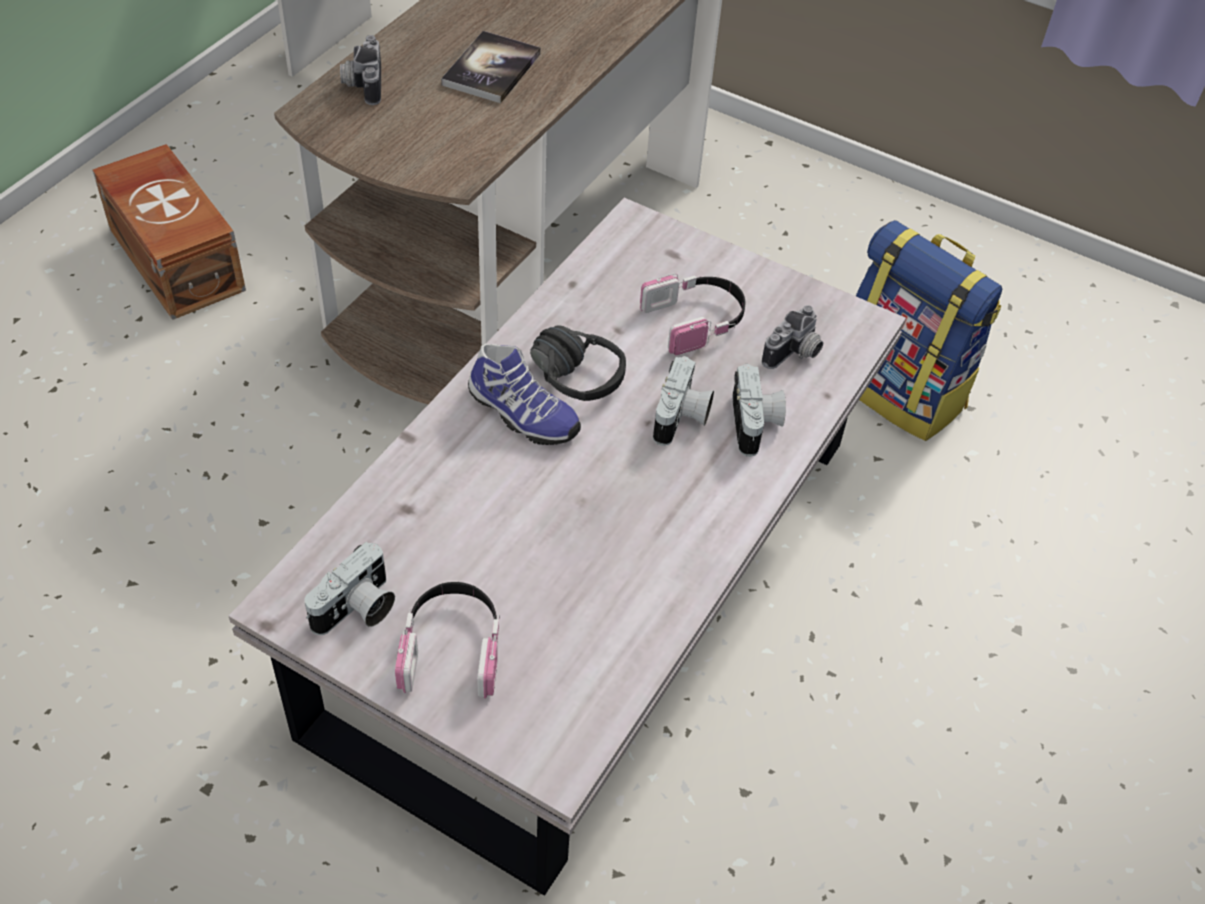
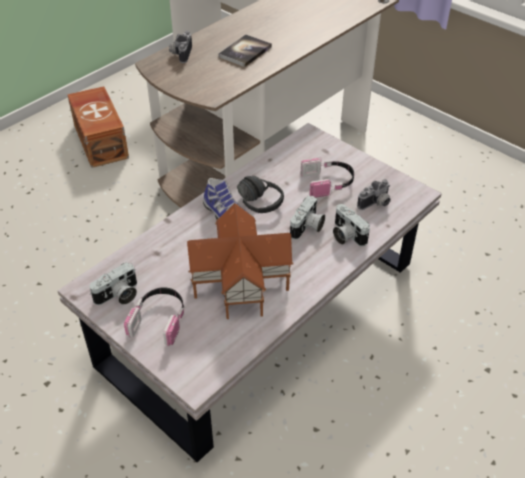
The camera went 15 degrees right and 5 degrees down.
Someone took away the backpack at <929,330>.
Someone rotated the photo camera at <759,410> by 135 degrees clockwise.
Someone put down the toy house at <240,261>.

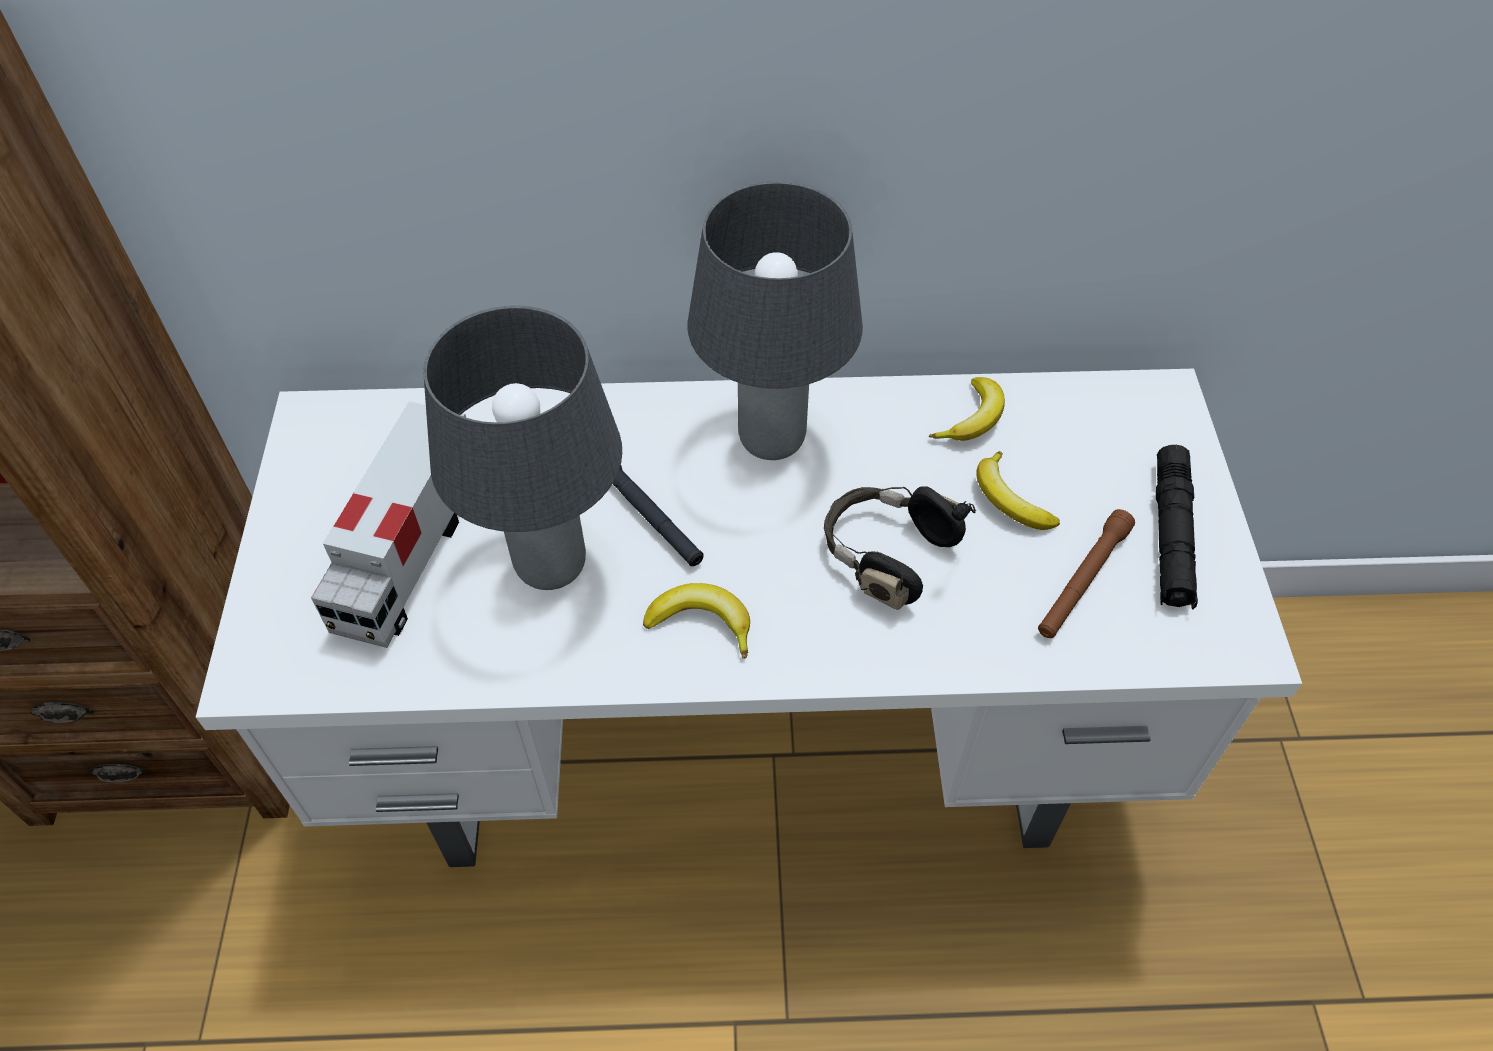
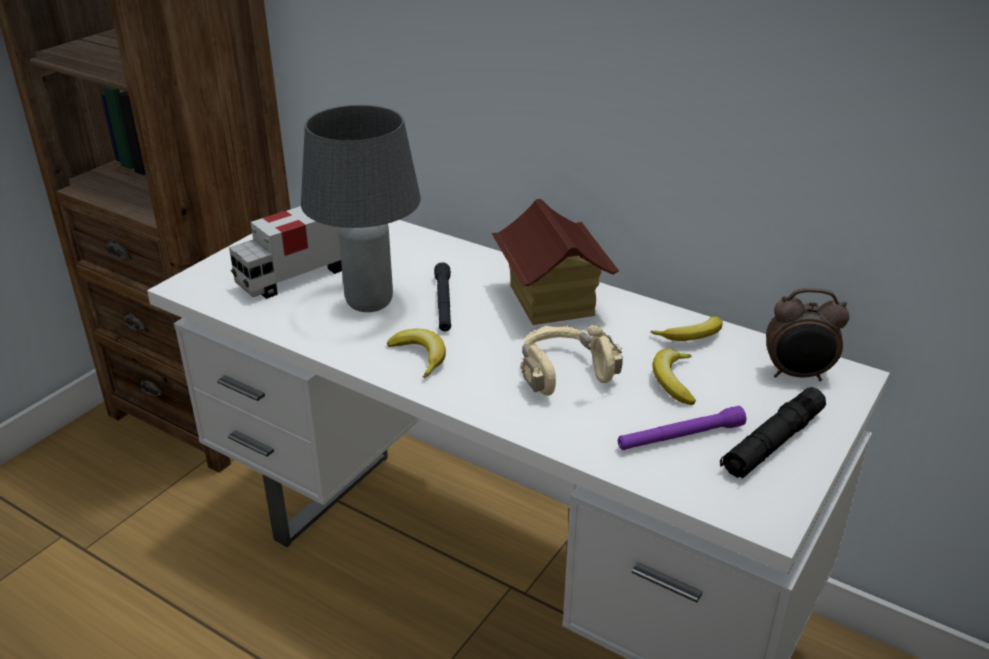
The camera went 35 degrees right and 20 degrees down.
Someone swapped the grey table lamp at <775,320> for the toy house at <555,262>.
Someone repainted the black headphones at <900,548>, which became the beige headphones at <571,360>.
Someone repainted the brown flashlight at <1086,573>, which became the purple flashlight at <682,428>.
Someone put down the alarm clock at <807,334>.

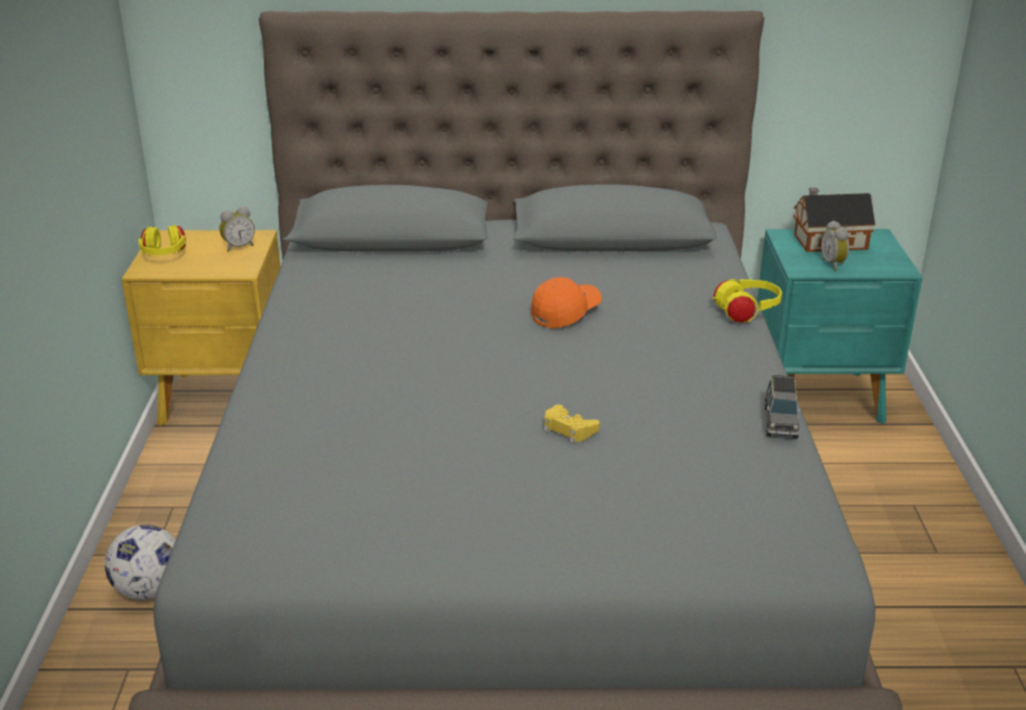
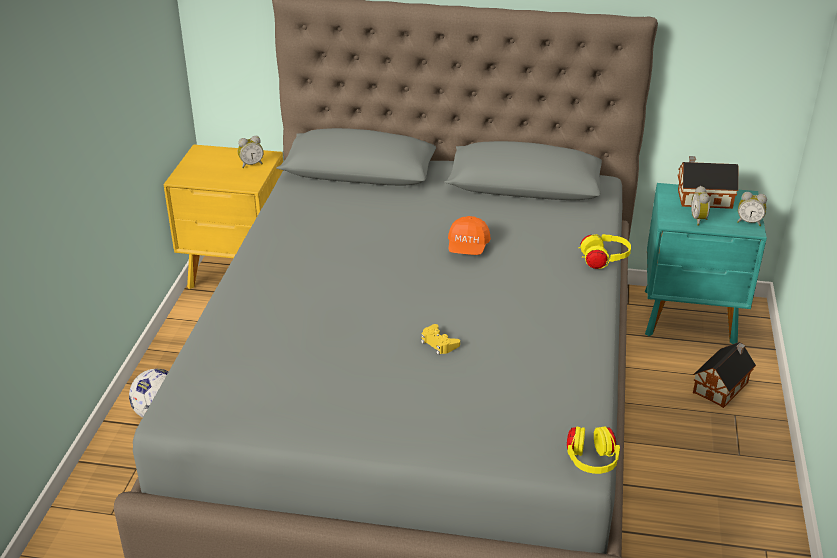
The camera went 10 degrees right and 5 degrees up.
Someone carried the yellow headphones from <162,240> to <593,450>.
Someone rotated the orange cap at <566,303> by 135 degrees clockwise.
Someone took away the grey toy car at <783,407>.
Someone put down the alarm clock at <752,209>.
Someone put down the toy house at <724,375>.

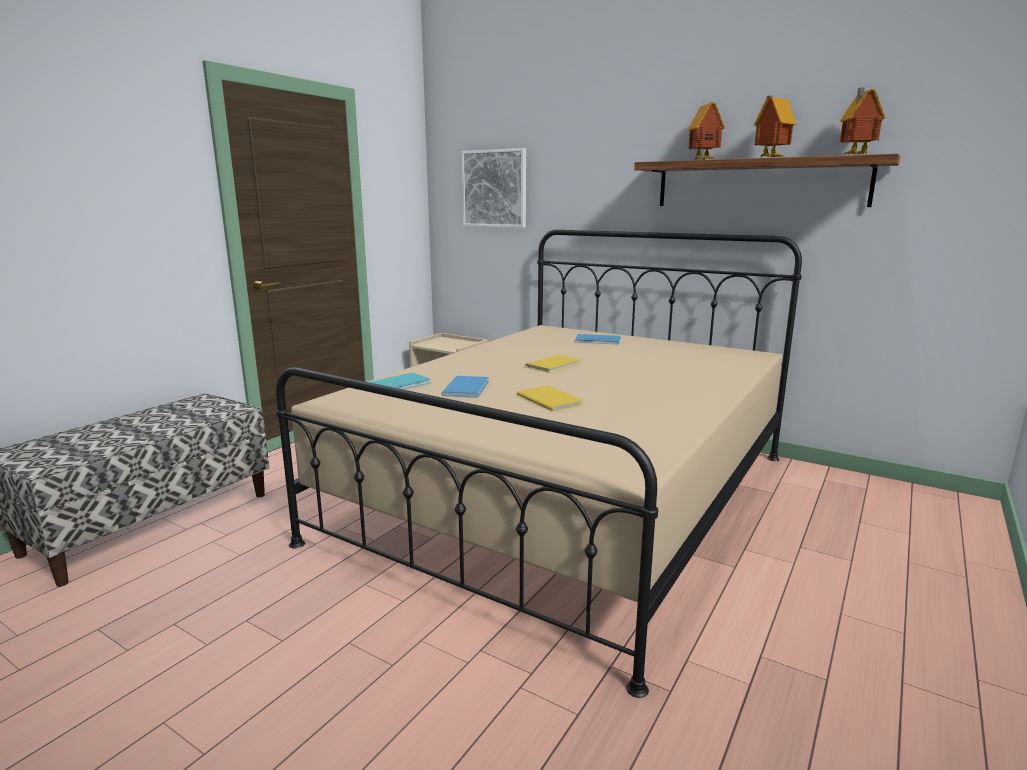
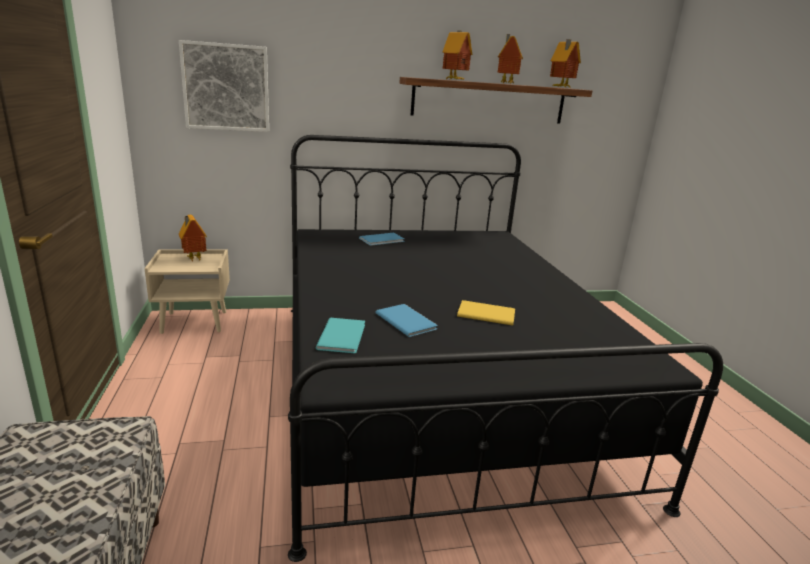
The camera went 45 degrees left and 5 degrees up.
Someone repainted the beige bed at <539,464>, which became the black bed at <505,348>.
Someone took away the yellow book at <553,364>.
Someone put down the toy house at <193,238>.

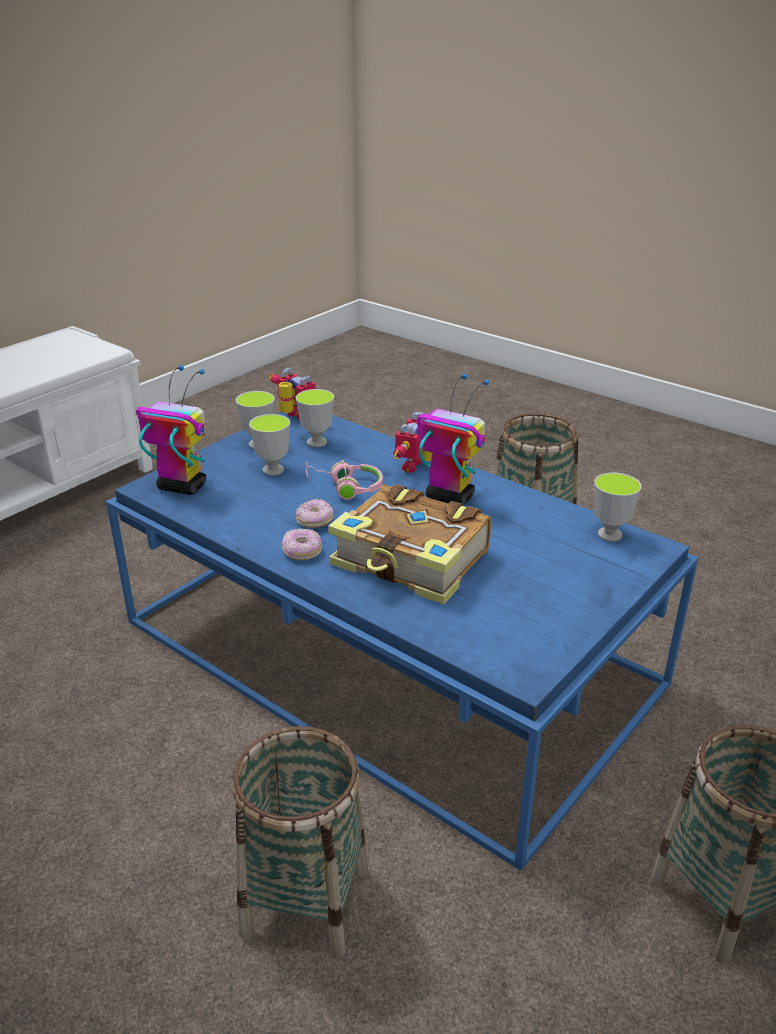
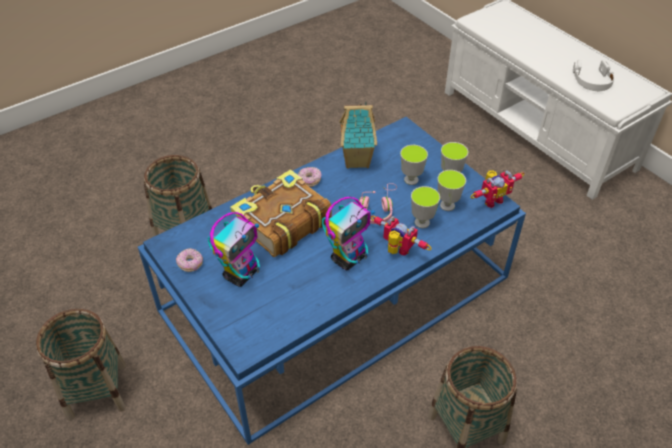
The camera went 105 degrees right and 15 degrees up.
Someone carried the toy robot from <171,430> to <234,249>.
Someone carried the cup from <618,507> to <425,207>.
Someone carried the donut from <315,513> to <189,260>.
Someone put down the white headphones at <594,75>.
Someone put down the toy house at <358,135>.

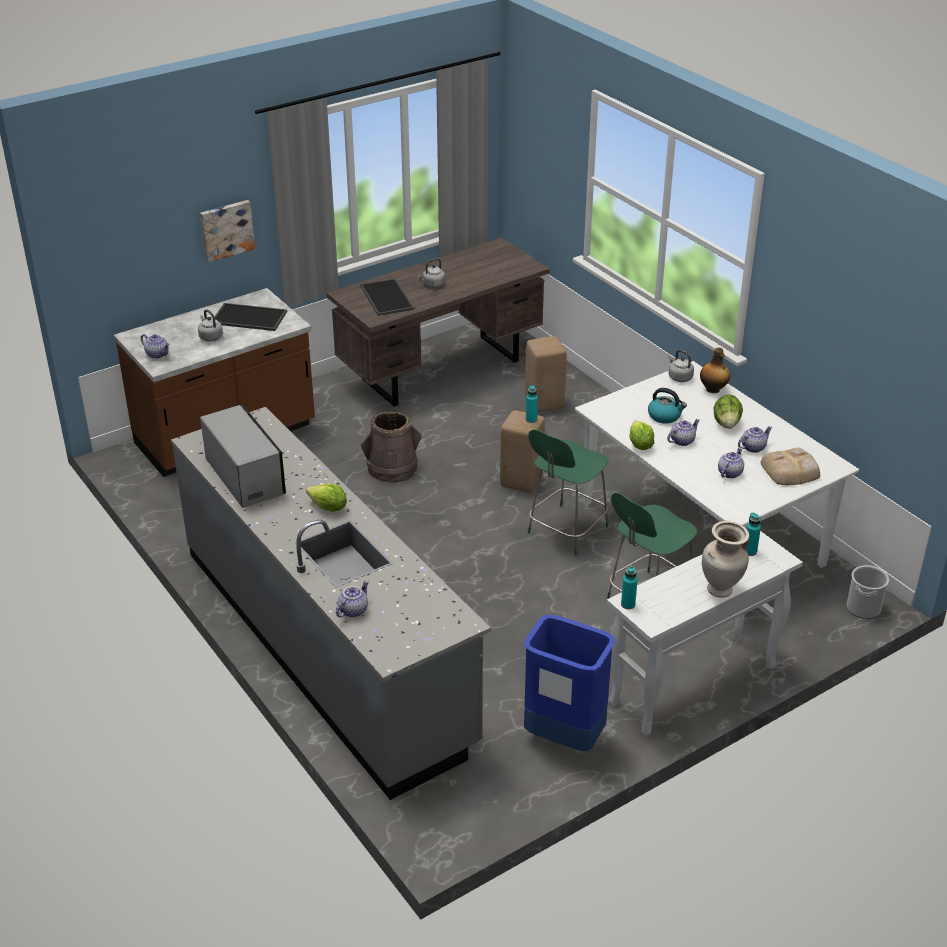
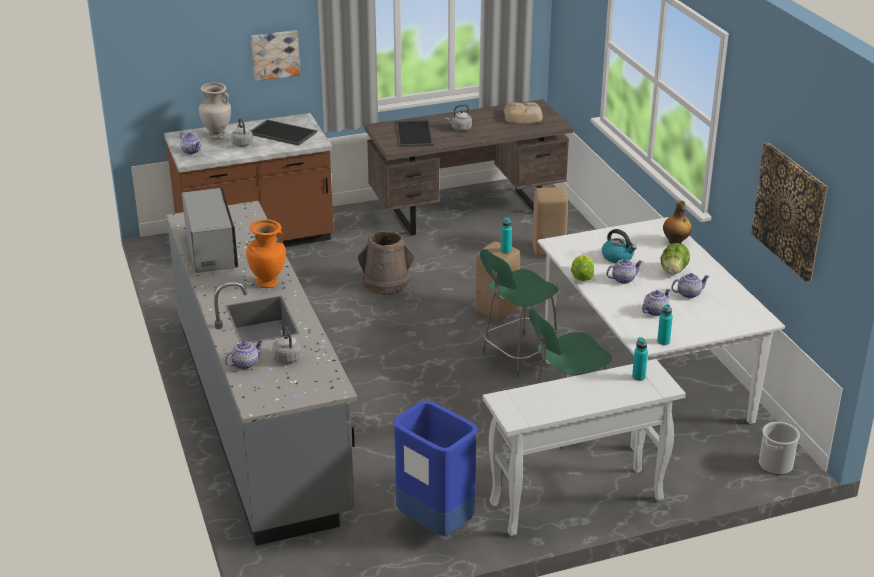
The camera went 15 degrees right and 5 degrees down.
Someone carried the grey kettle from <681,366> to <287,345>.
Someone carried the bread from <790,466> to <523,113>.
Someone swapped the lettuce at <326,497> for the orange vase at <266,253>.
Someone carried the beige vase from <725,559> to <215,111>.
Someone carried the turquoise bottle from <629,587> to <665,324>.
Someone put up the picture at <789,212>.

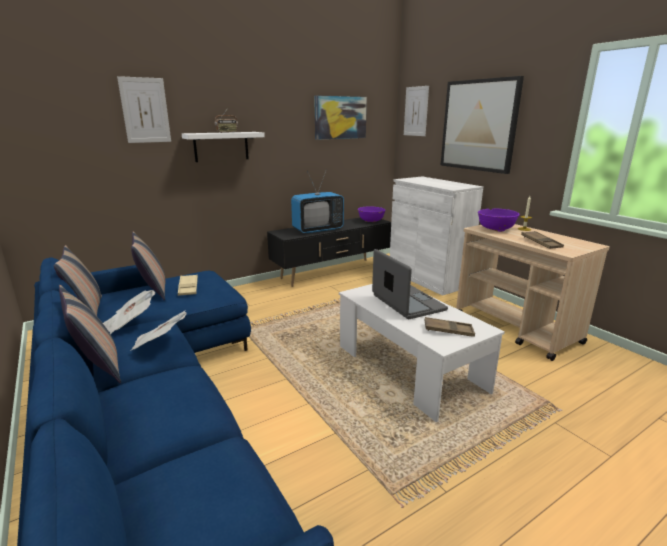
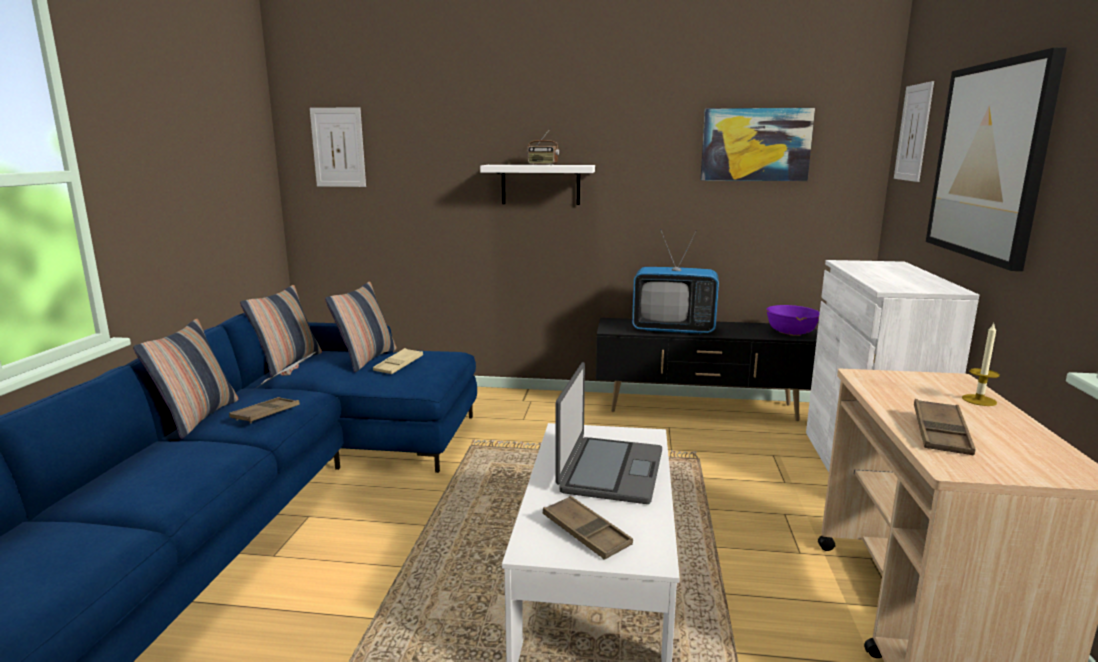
The camera went 40 degrees right and 5 degrees down.
Someone carried the picture from <144,109> to <338,147>.
Someone took away the purple bowl at <499,220>.
Someone swapped the newspaper at <158,330> for the brown tray at <264,410>.

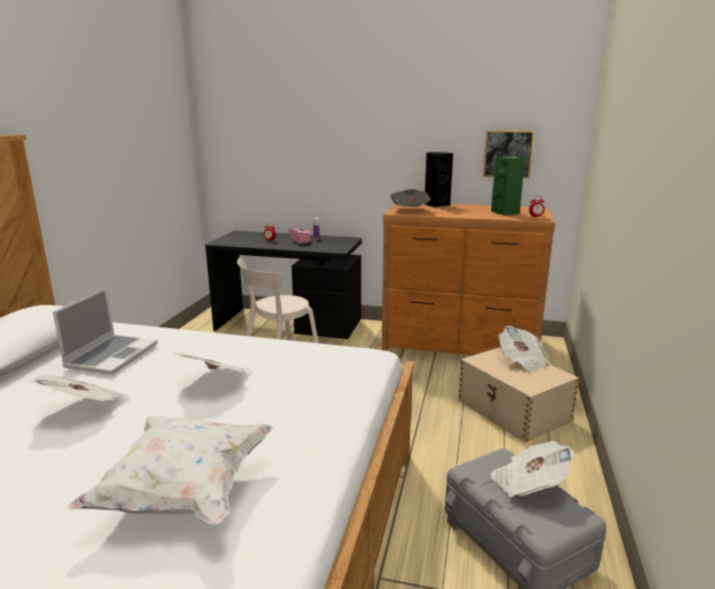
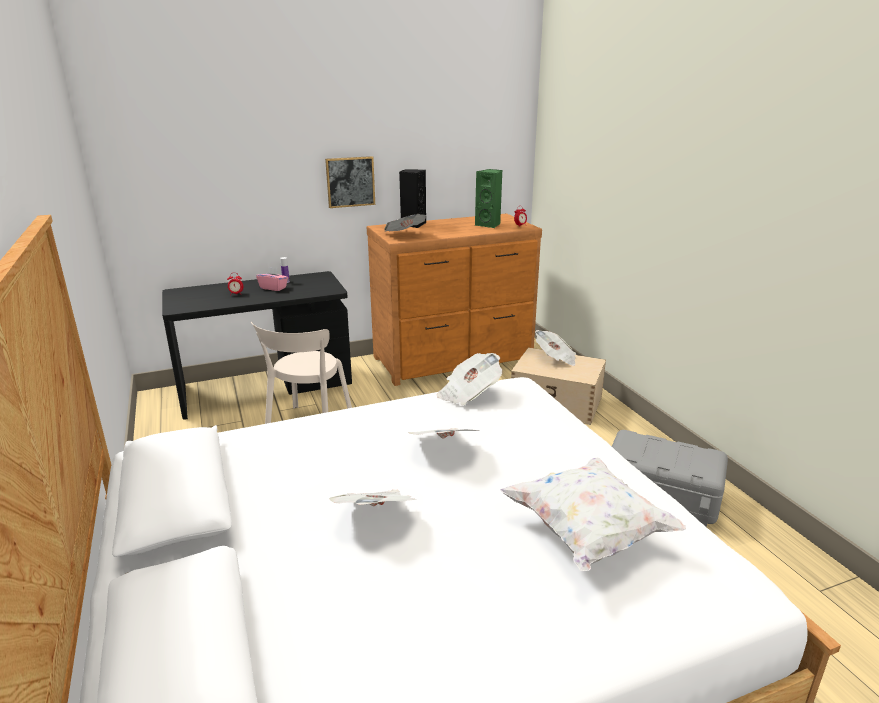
The camera went 35 degrees left and 5 degrees up.
Someone carried the picture from <508,154> to <350,182>.
Someone took away the laptop at <105,331>.
Someone carried the newspaper from <533,469> to <469,379>.

